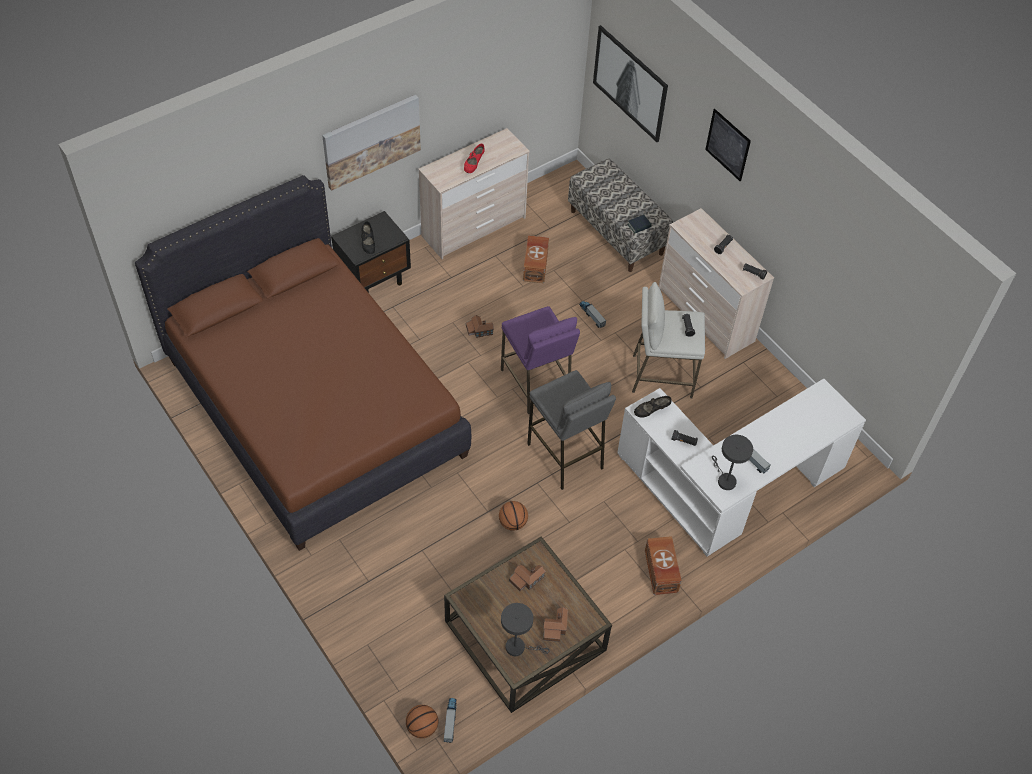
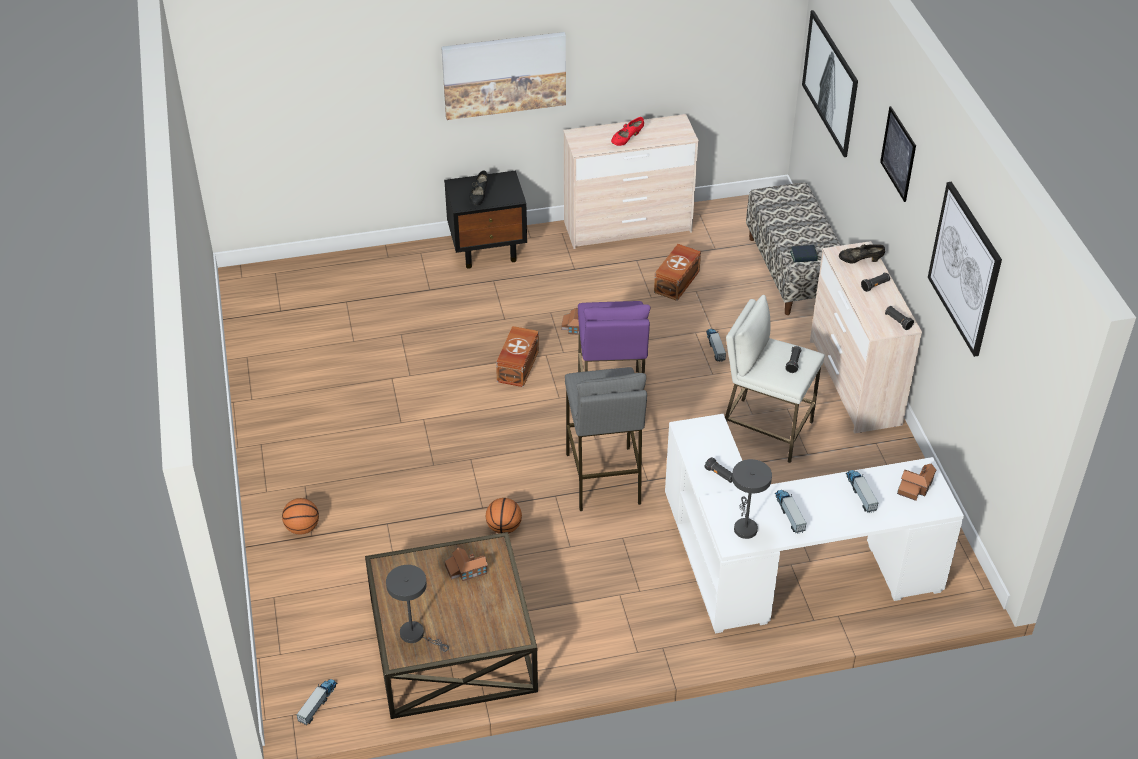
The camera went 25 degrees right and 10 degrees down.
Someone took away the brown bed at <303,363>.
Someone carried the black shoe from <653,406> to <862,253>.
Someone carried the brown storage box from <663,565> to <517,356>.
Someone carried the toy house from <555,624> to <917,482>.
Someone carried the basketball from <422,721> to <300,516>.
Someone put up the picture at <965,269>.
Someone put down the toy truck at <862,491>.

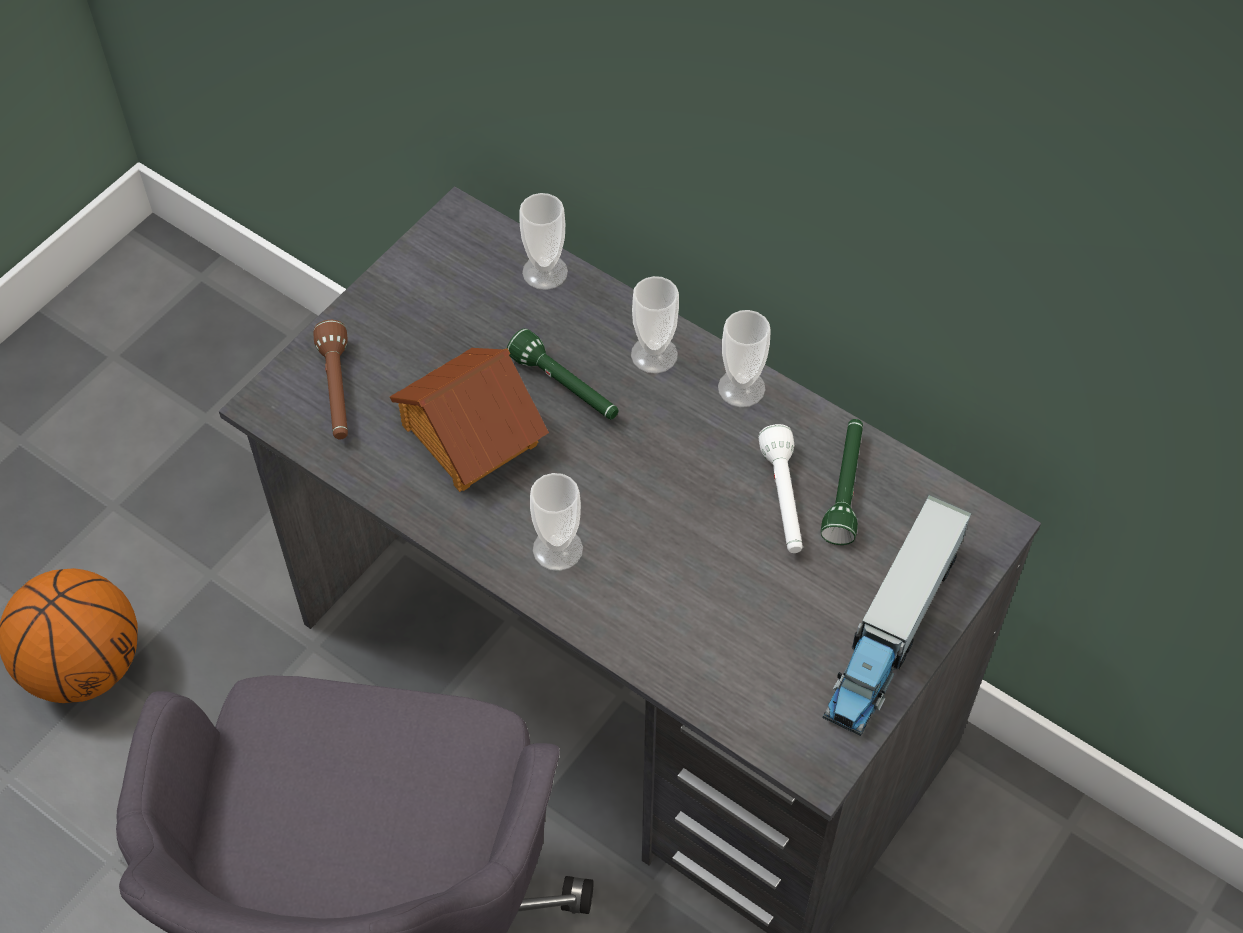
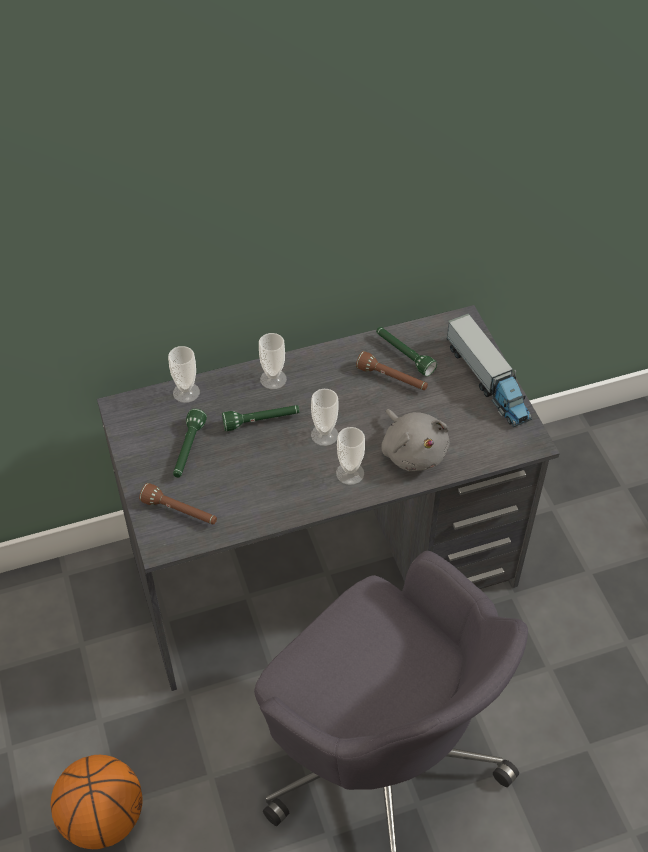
The camera went 55 degrees left and 5 degrees down.
Someone carried the cup from <744,358> to <325,417>.
Someone took away the toy house at <469,420>.
Someone repainted the white flashlight at <781,488>, which became the brown flashlight at <392,370>.
Someone put down the green flashlight at <190,443>.
Someone put down the grey plush toy at <416,440>.

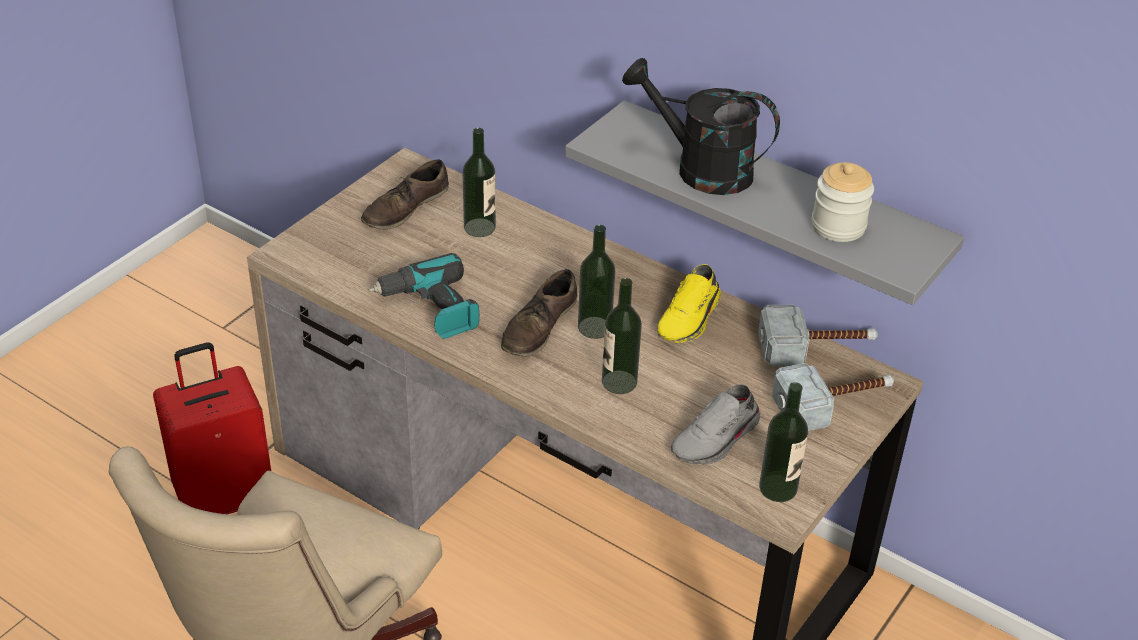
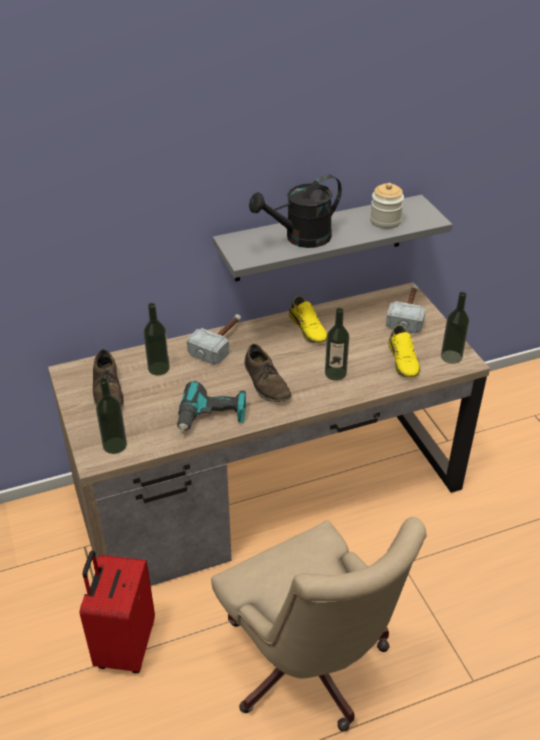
The camera went 55 degrees left and 0 degrees up.
Someone carried the bottle from <596,282> to <111,416>.
Someone carried the hammer from <818,336> to <214,339>.
Someone repainted the grey shoe at <716,424>, which became the yellow shoe at <404,351>.

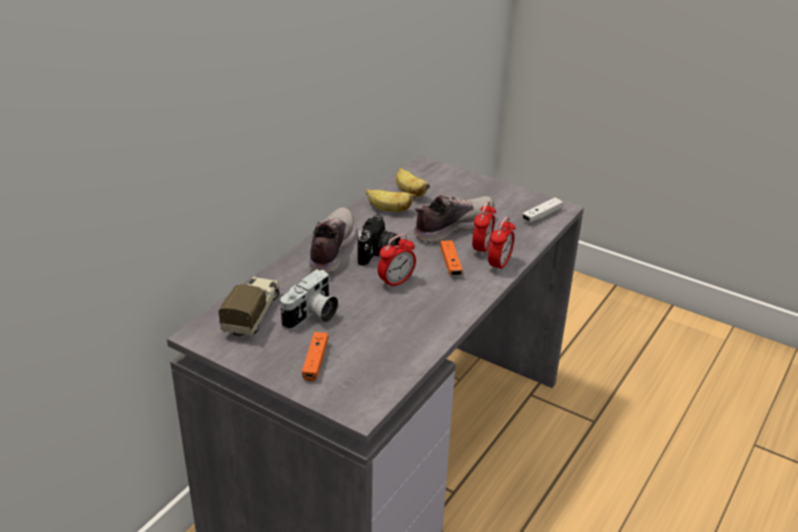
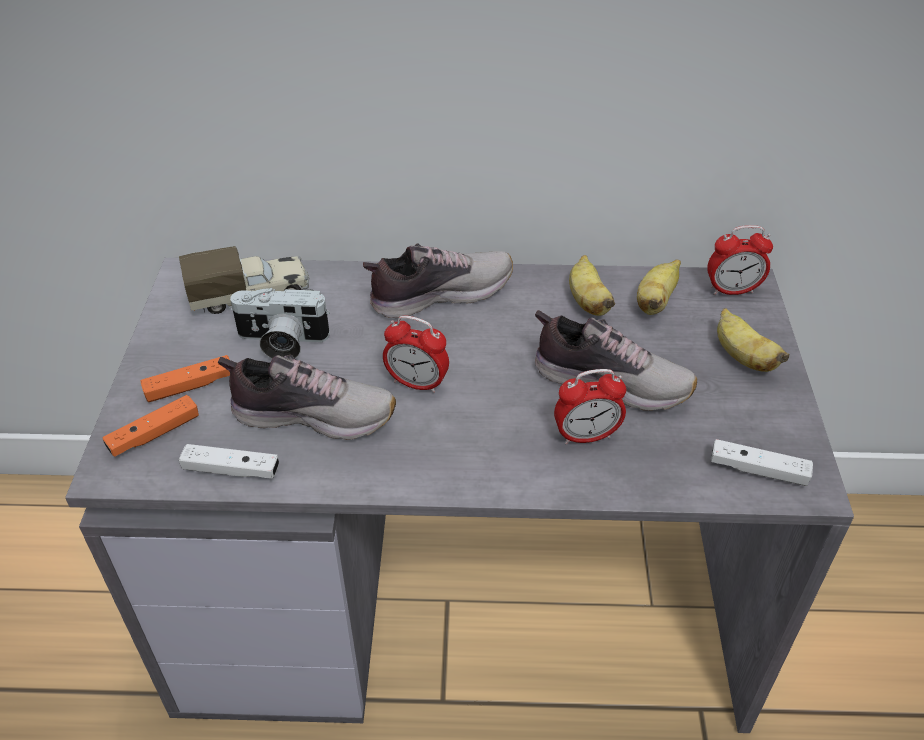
The camera went 60 degrees right and 10 degrees up.
Someone took away the photo camera at <378,240>.
Someone carried the alarm clock from <501,245> to <740,260>.
Someone carried the orange game controller from <451,258> to <151,426>.
Someone put down the banana at <753,340>.
Someone put down the shoe at <307,397>.
Someone put down the white game controller at <229,461>.

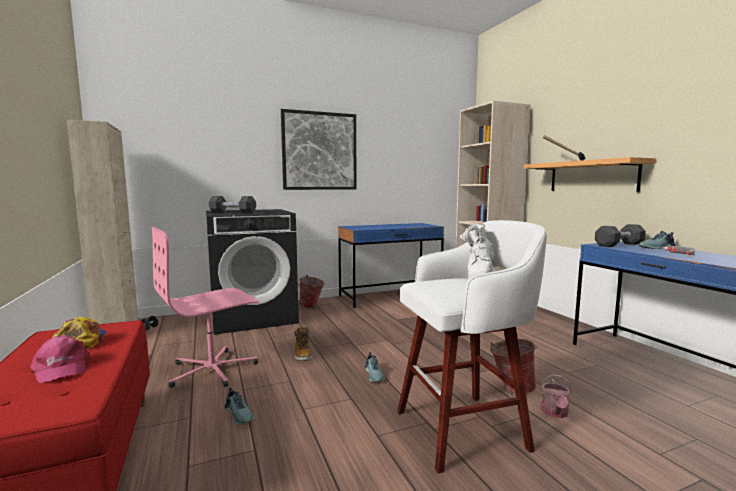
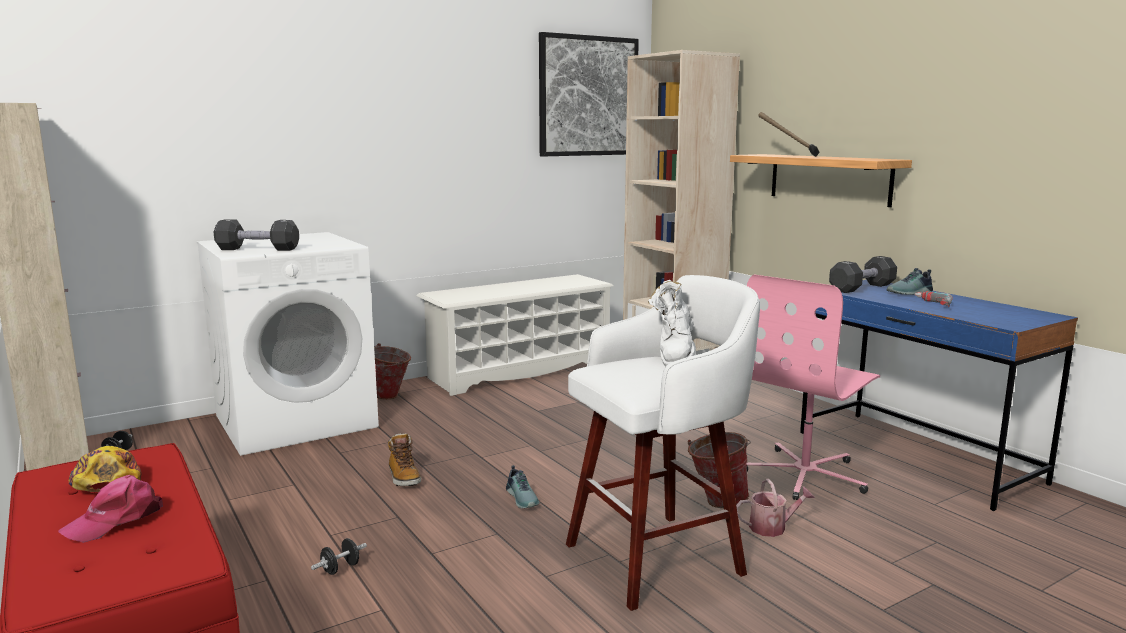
The camera went 10 degrees left and 5 degrees up.
Someone carried the picture from <319,149> to <589,94>.
Someone repainted the black washing machine at <252,272>, which became the white washing machine at <288,344>.
Someone swapped the blue desk at <391,265> for the white shoe rack at <515,335>.
Someone carried the pink office chair from <205,307> to <813,387>.
Someone rotated the pink cap at <59,359> by 90 degrees clockwise.
Someone rotated the watering can at <556,396> by 105 degrees counterclockwise.
Someone swapped the shoe at <239,406> for the black dumbbell at <339,556>.

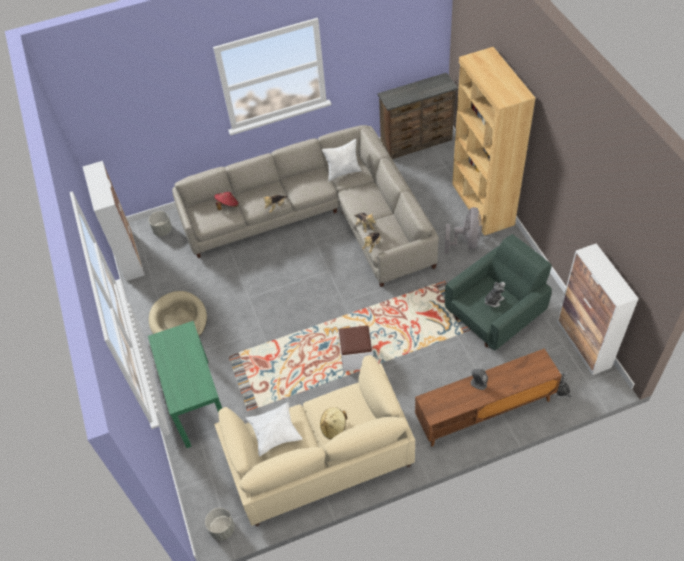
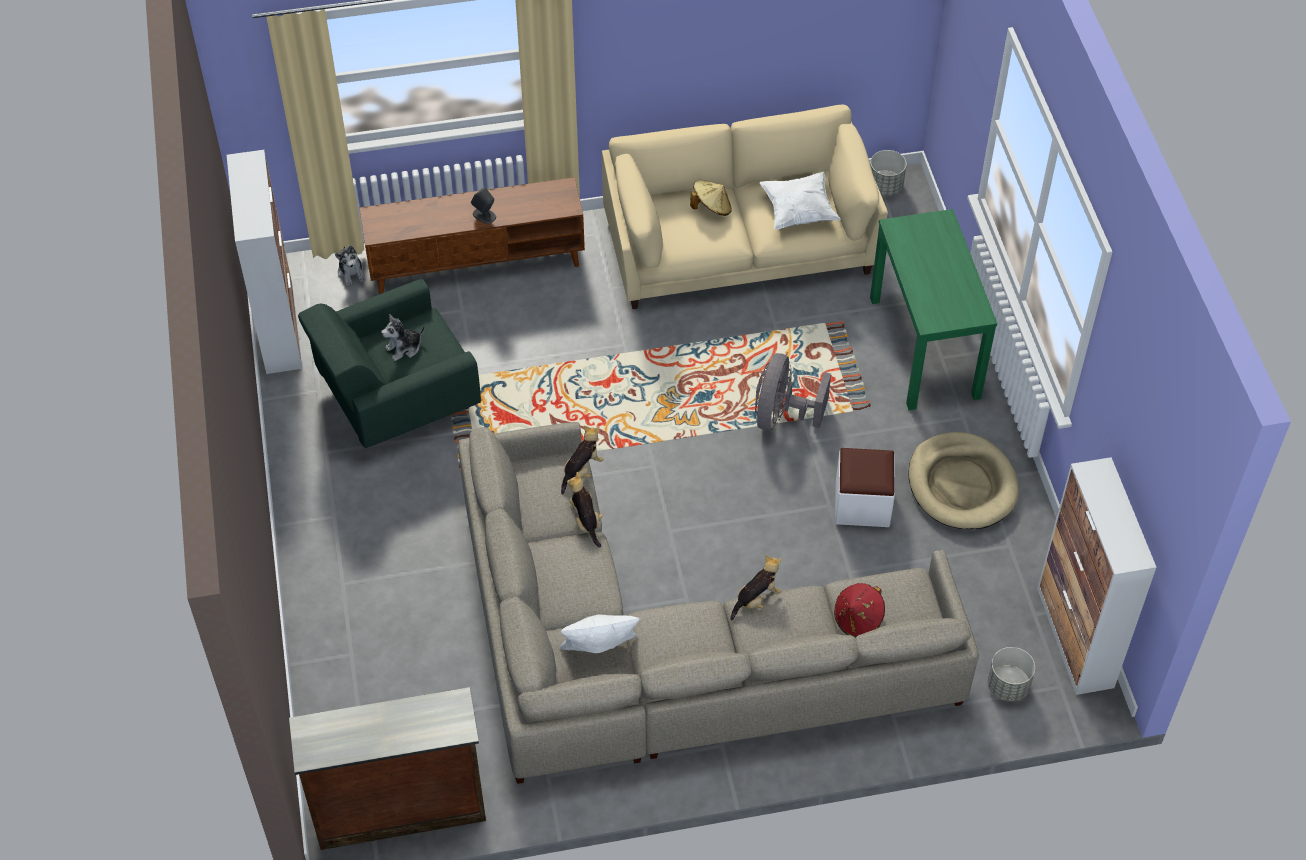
The camera went 175 degrees left and 0 degrees up.
Someone took away the brown bookcase at <494,141>.
Someone carried the grey fan from <463,230> to <793,392>.
Someone carried the white ottoman from <355,348> to <865,487>.

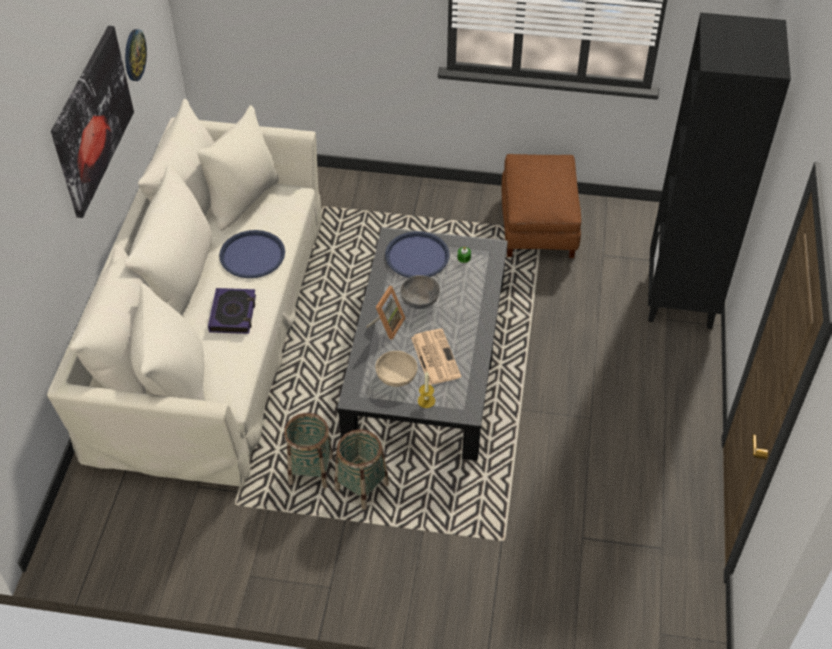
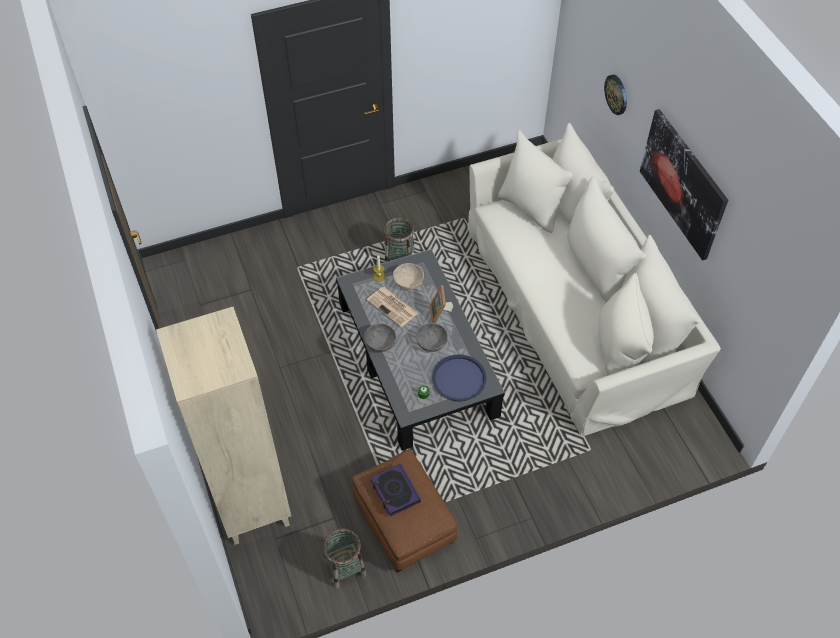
The camera went 150 degrees right and 5 degrees up.
Someone repainted the black bookcase at <719,170>, which became the beige bookcase at <223,426>.
Someone carried the wall clock from <136,55> to <615,95>.
Someone took away the blue tray at <252,254>.
Someone carried the book from <232,311> to <395,490>.
Someone carried the basket from <308,450> to <344,558>.
Someone put down the grey bowl at <380,338>.

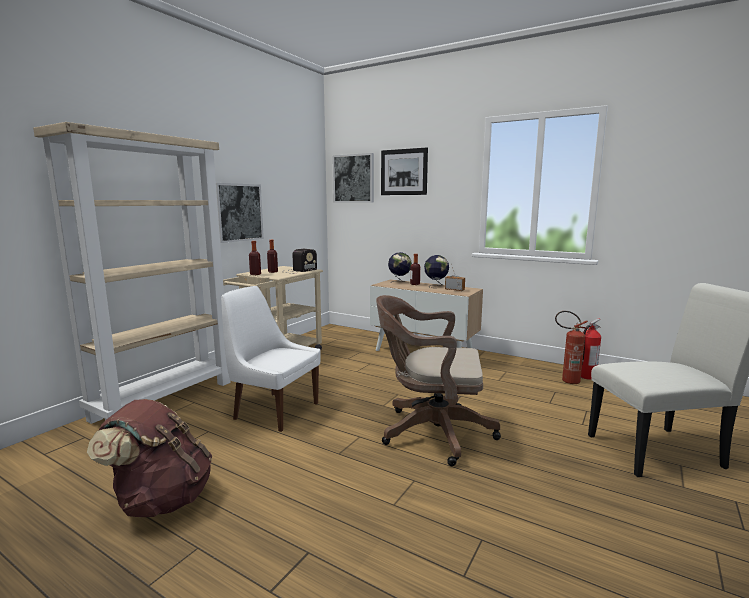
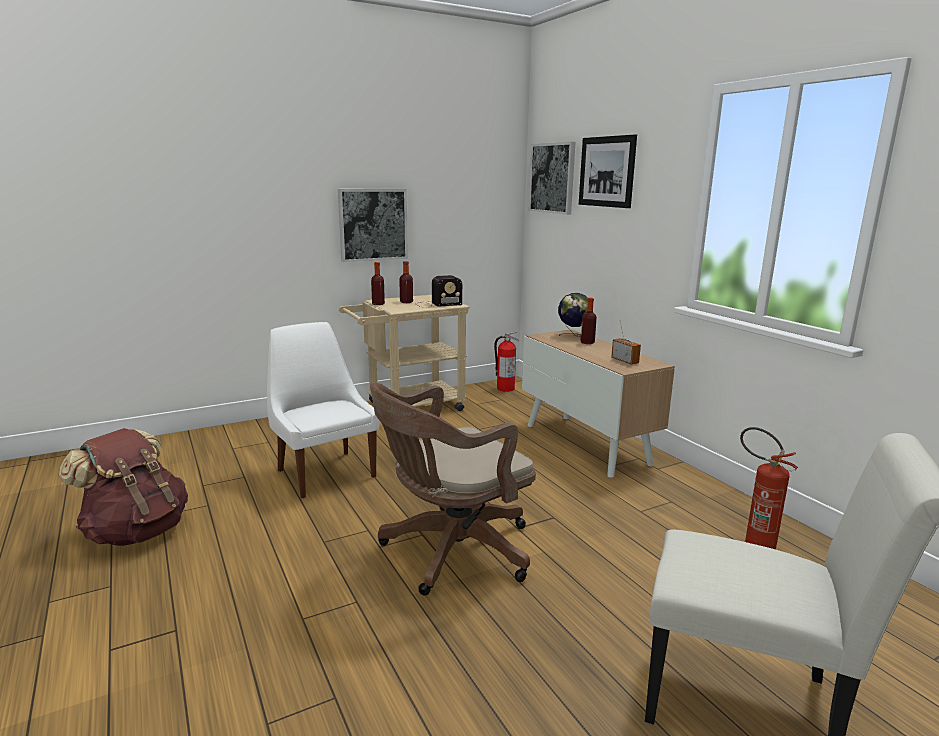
The camera went 30 degrees right and 5 degrees up.
Someone took away the beige bookcase at <132,273>.
Someone took away the globe at <436,271>.
Someone rotated the brown office chair at <438,380> by 75 degrees counterclockwise.
Someone carried the fire extinguisher from <591,349> to <506,361>.

